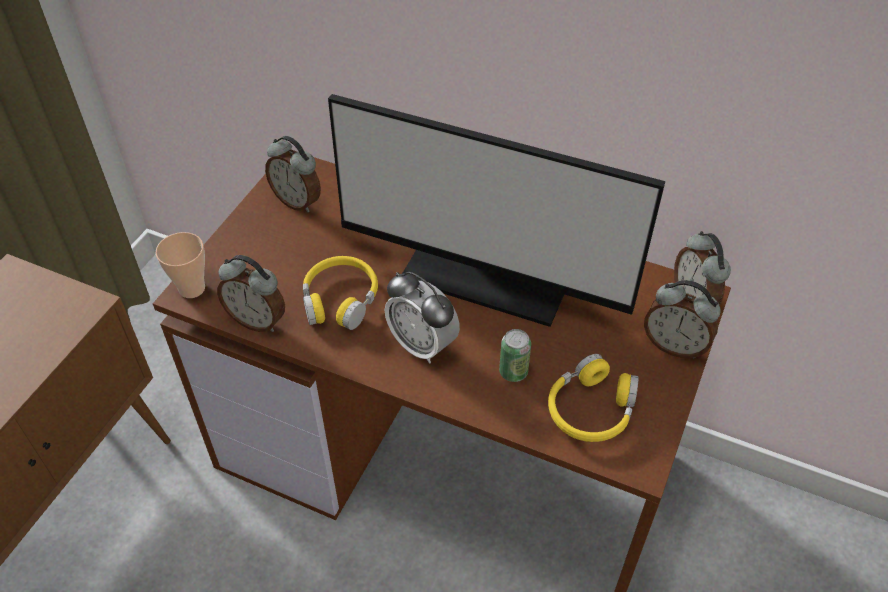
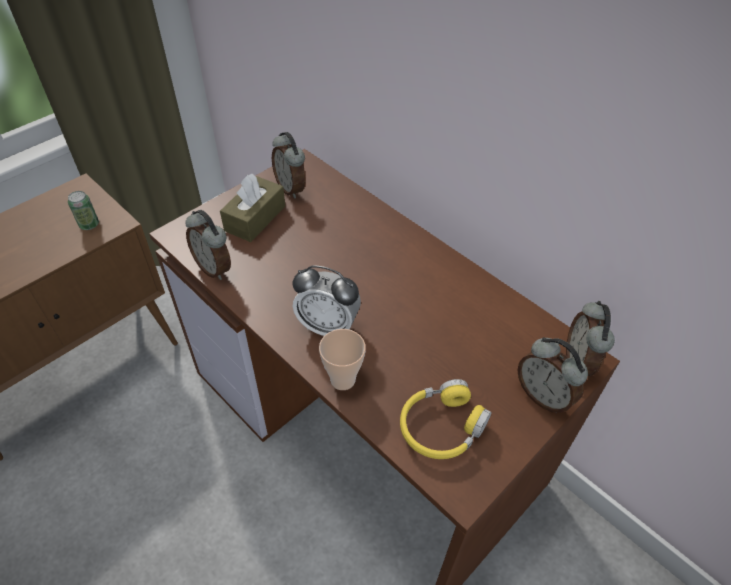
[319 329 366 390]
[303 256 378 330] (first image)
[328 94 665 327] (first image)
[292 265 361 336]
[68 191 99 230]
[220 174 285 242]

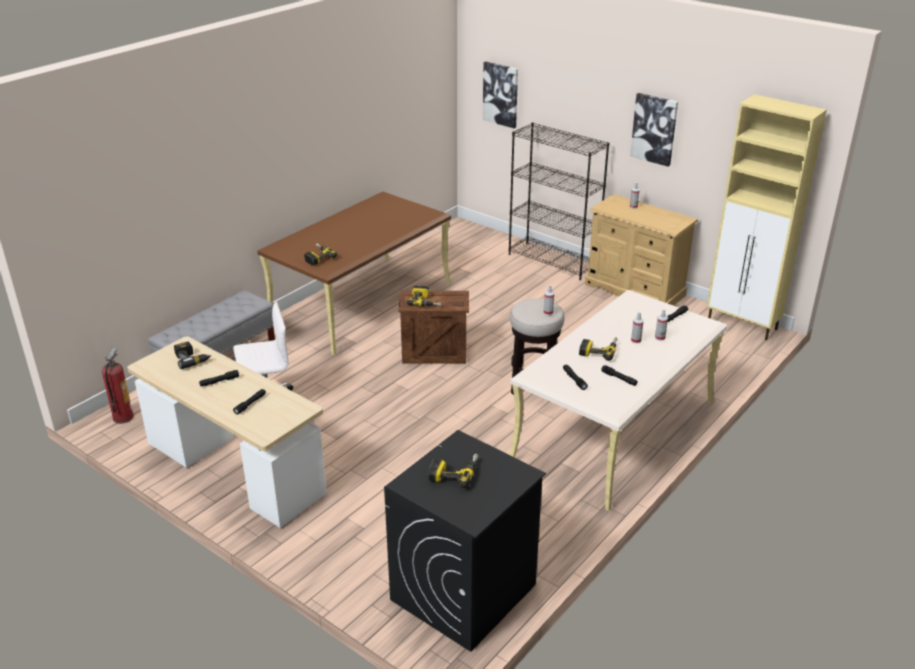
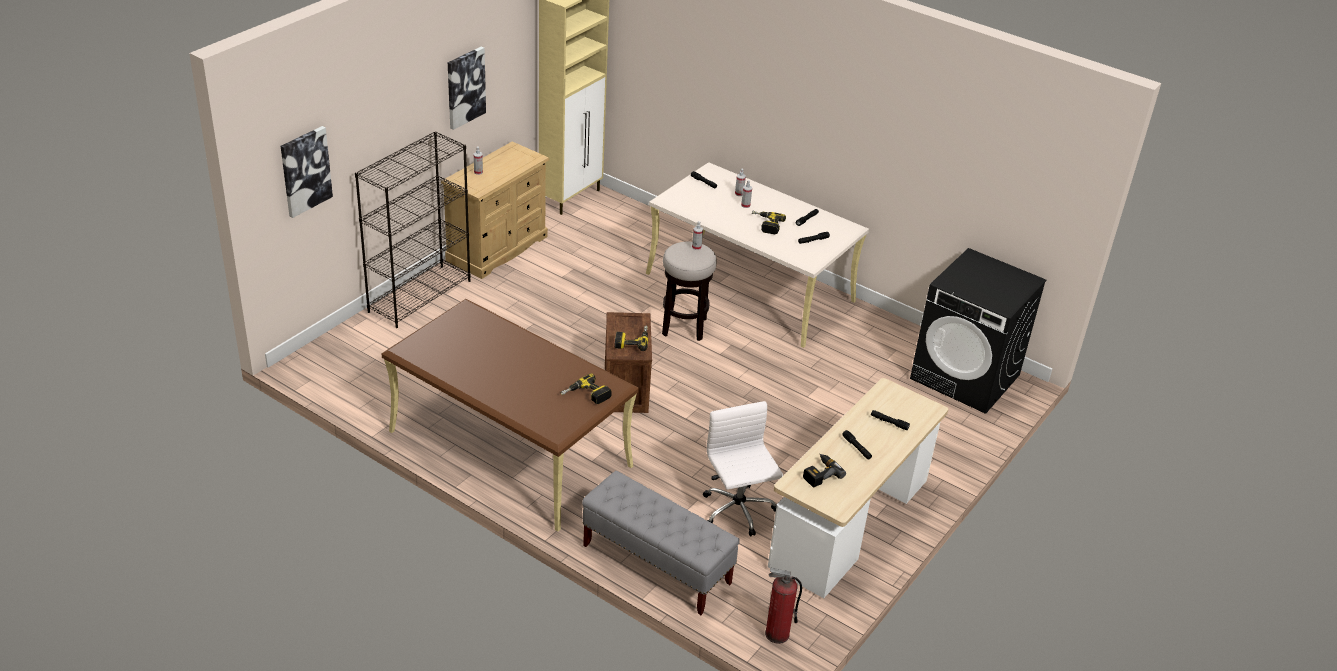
[428 454 478 488] (first image)

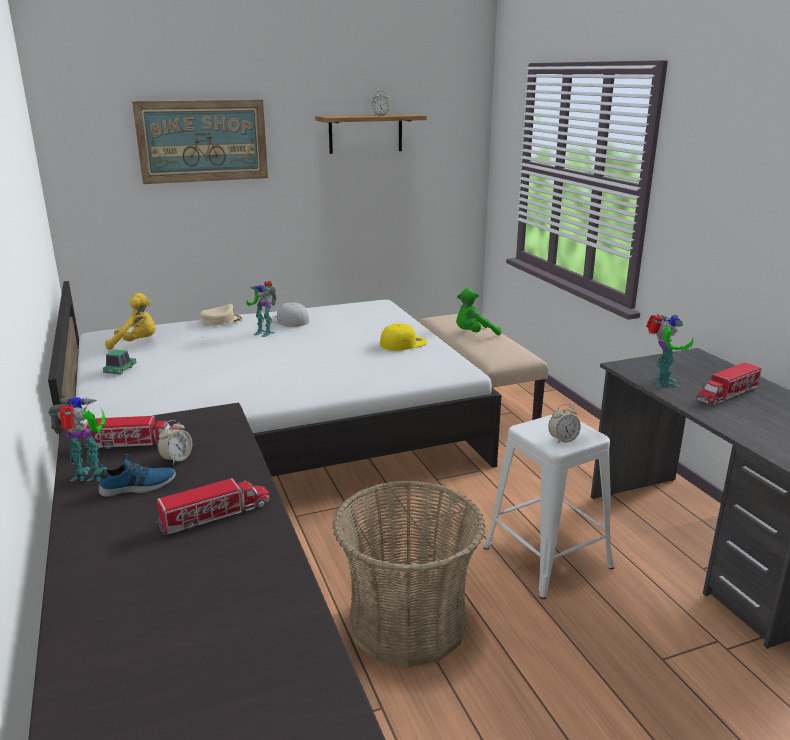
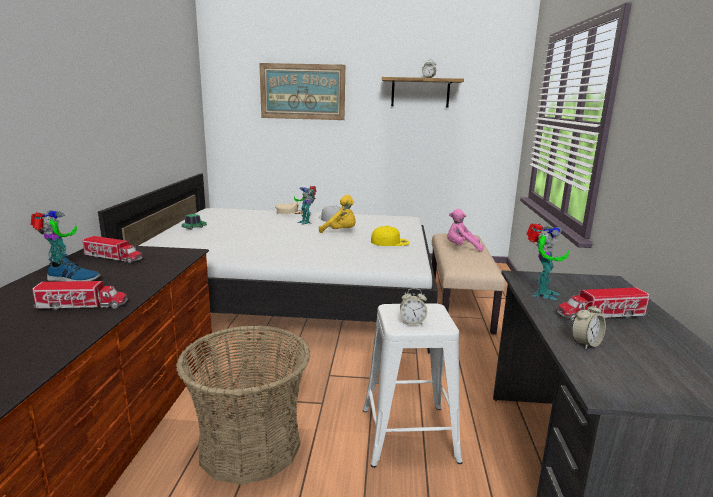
[319 195 356 233]
[572 301 606 350]
[447 209 484 251]

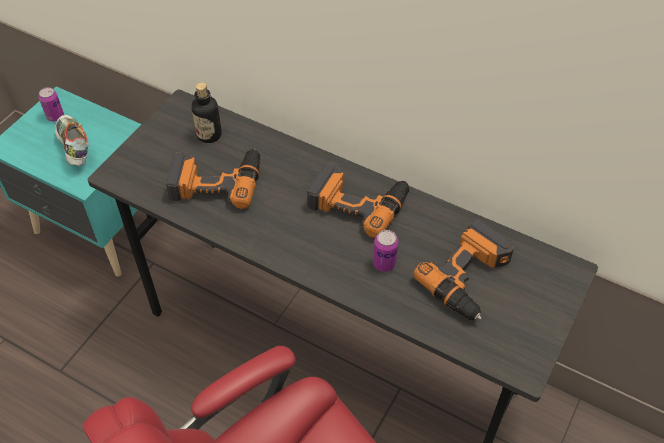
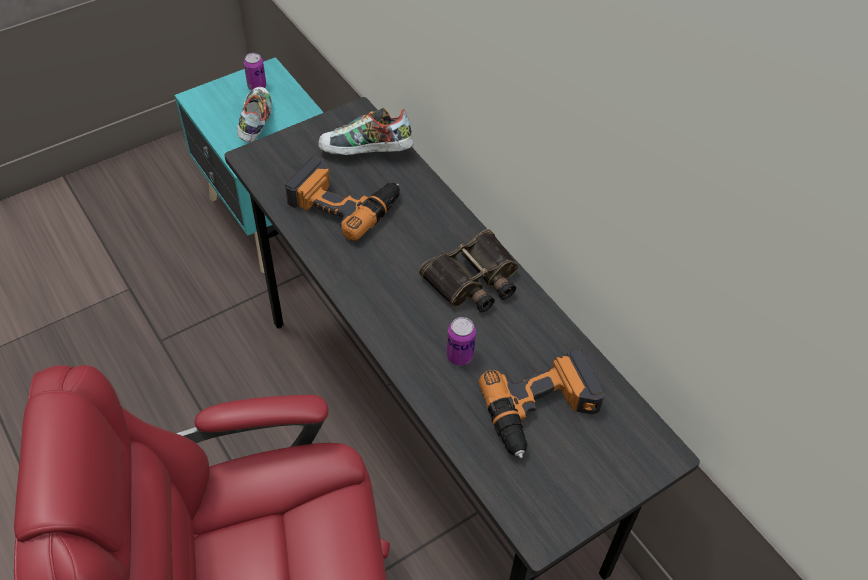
[318 108 414 155]
[419 229 518 312]

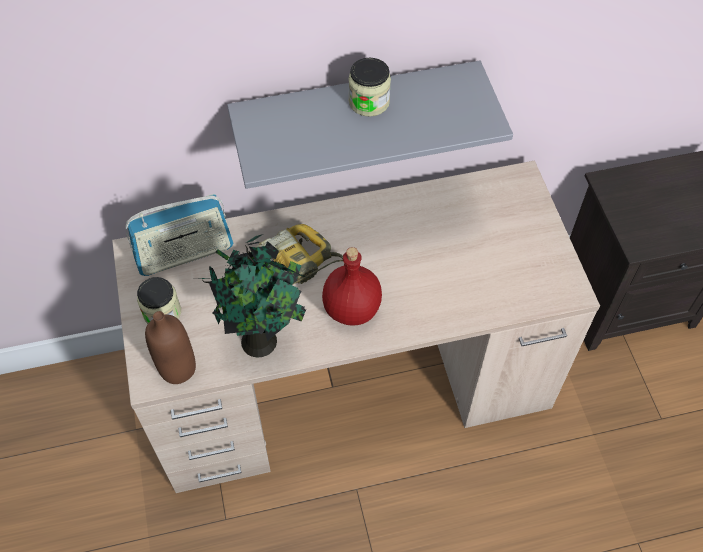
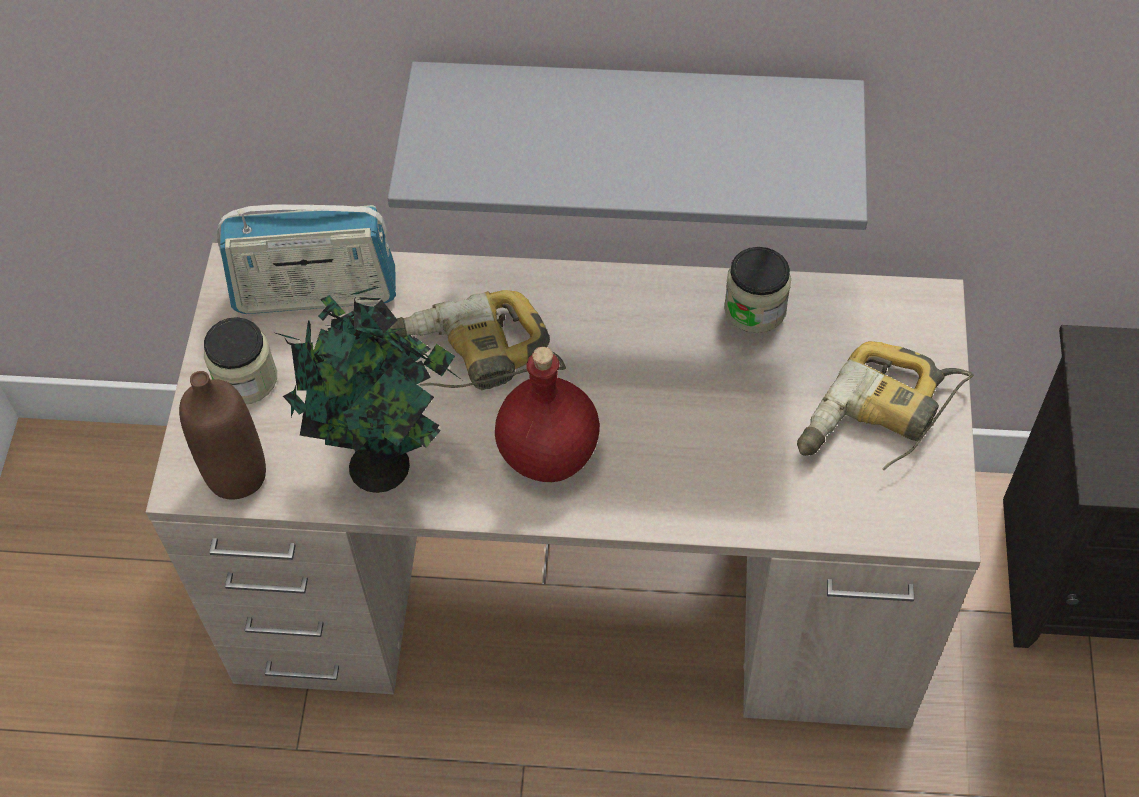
[724 247 791 333]
[797 341 974 470]

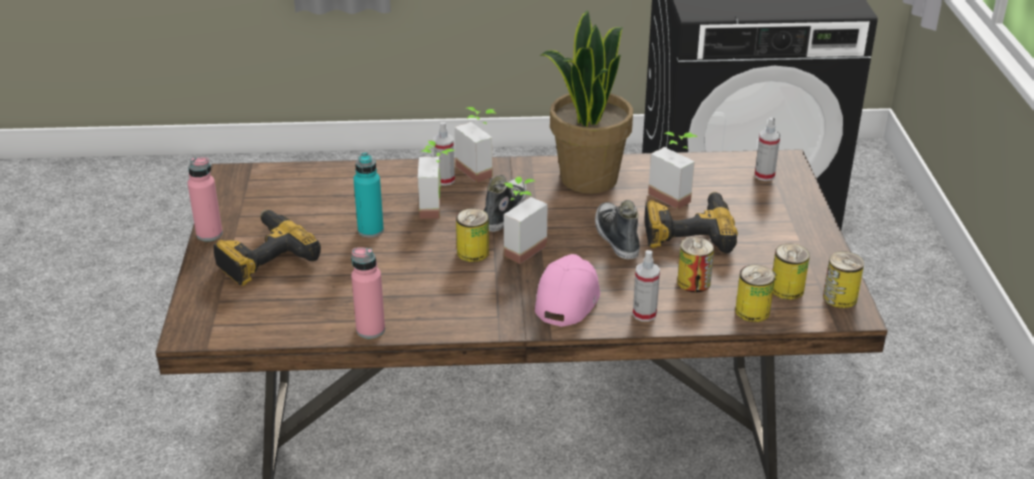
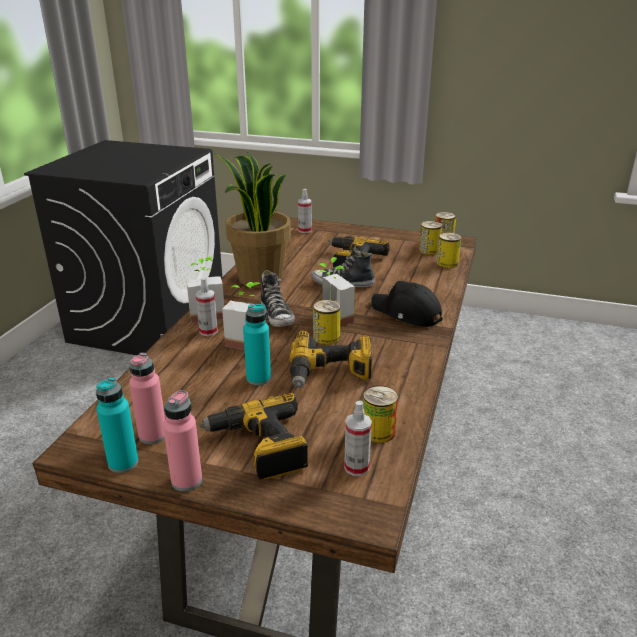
[129 353 165 444]
[260 270 295 327]
[371 281 443 327]
[344 400 372 476]
[648 132 697 209] (first image)
[363 385 398 443]
[96 377 138 473]
[289 330 372 388]

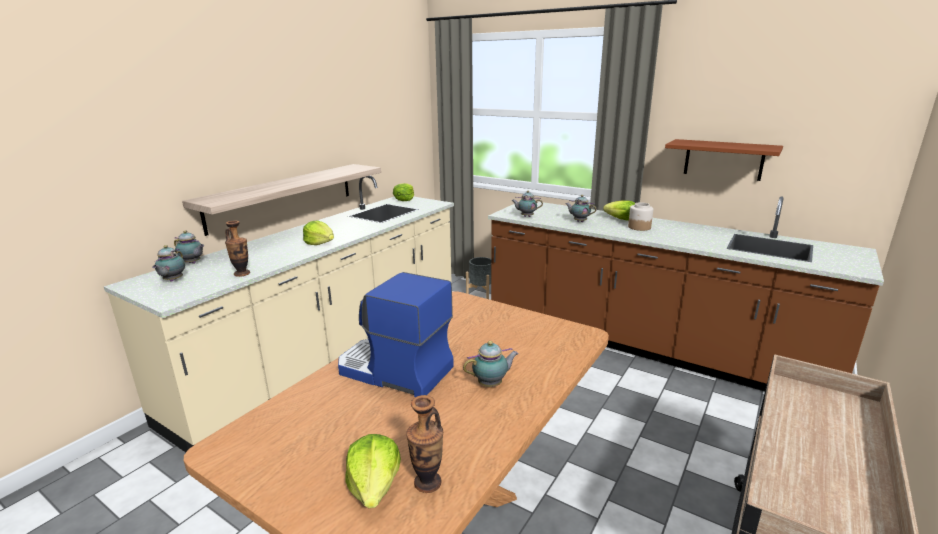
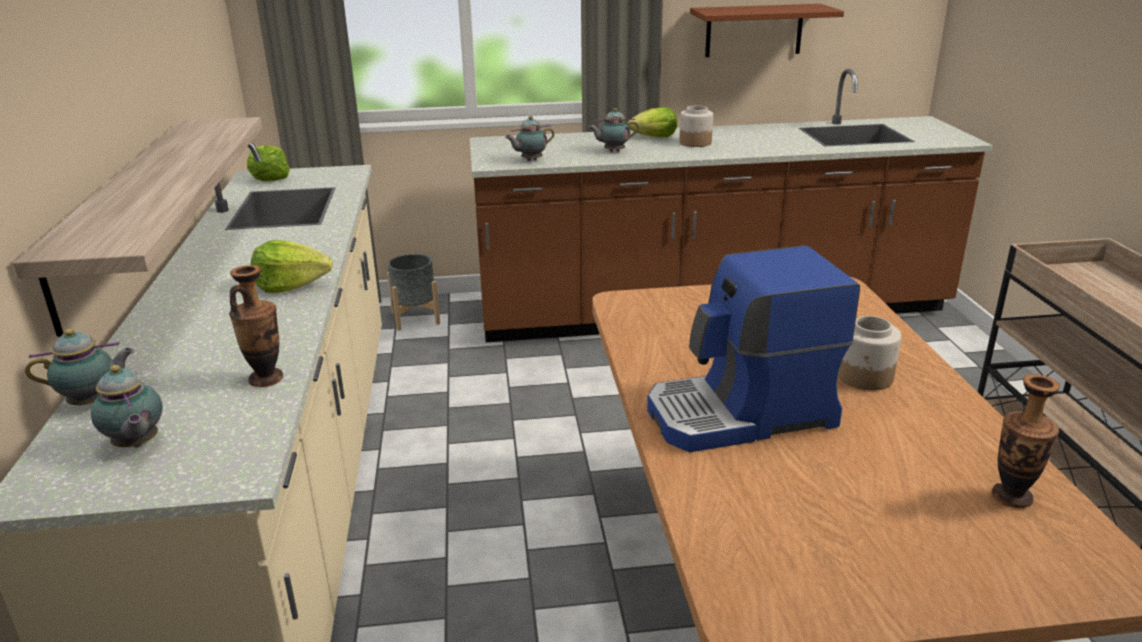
[345 434 401 508] (first image)
[838 316 901 390]

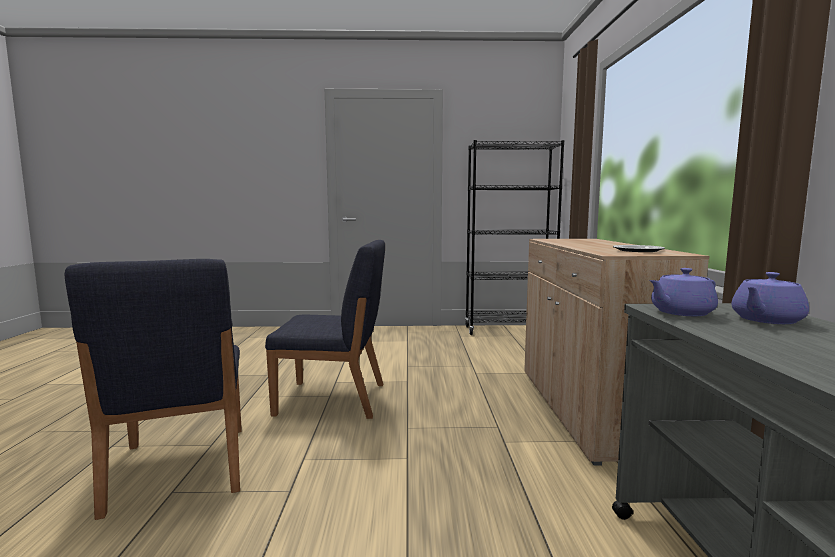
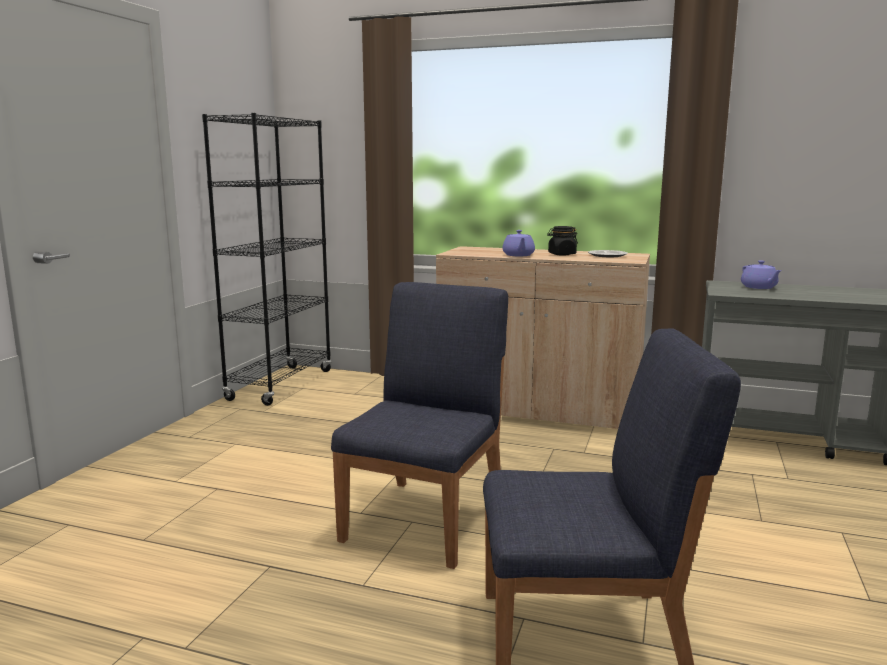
[502 230 535 256]
[547 226 578 255]

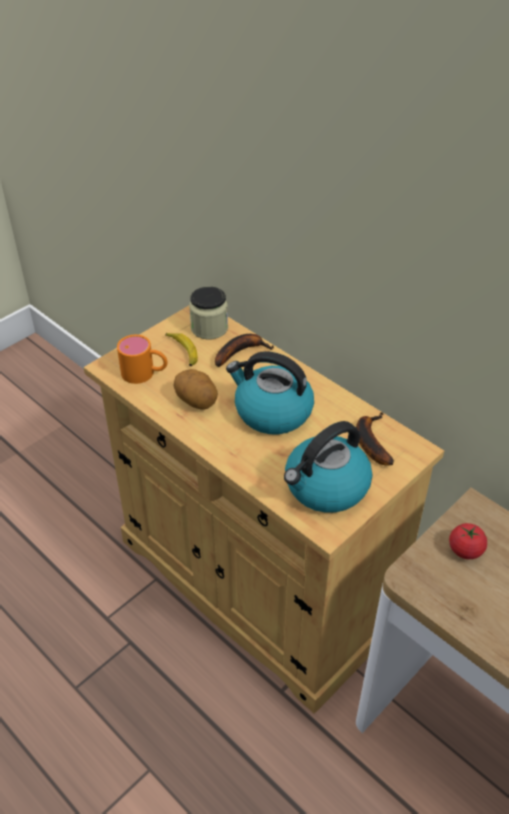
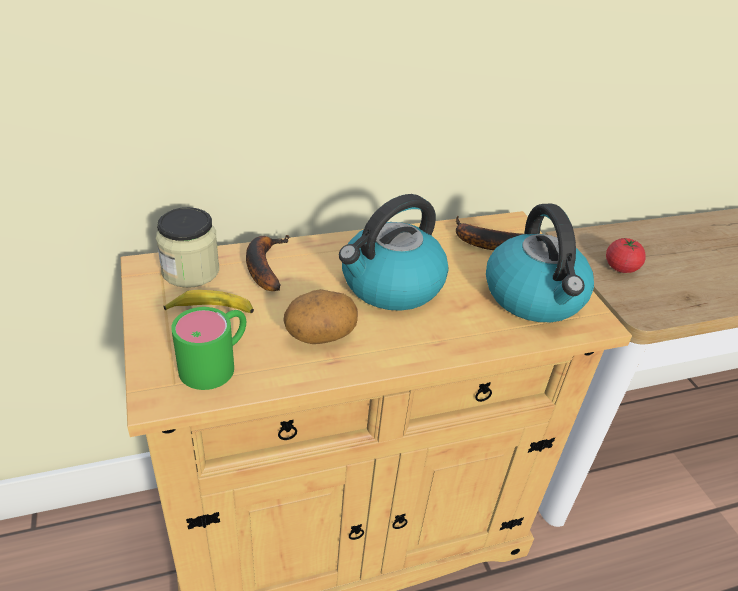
[171 307 246 390]

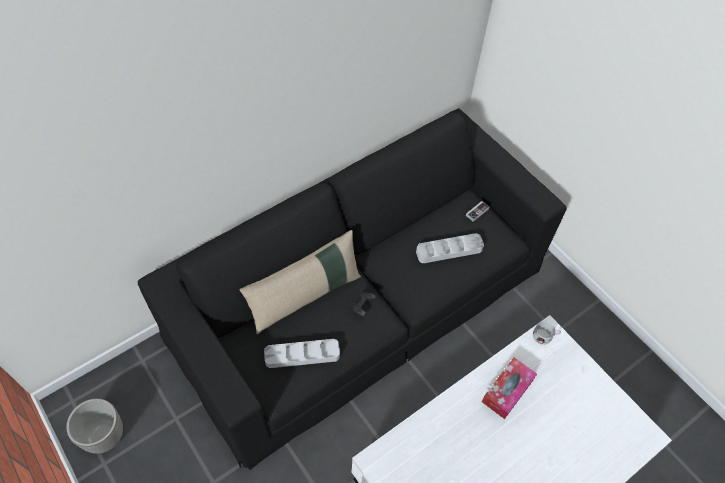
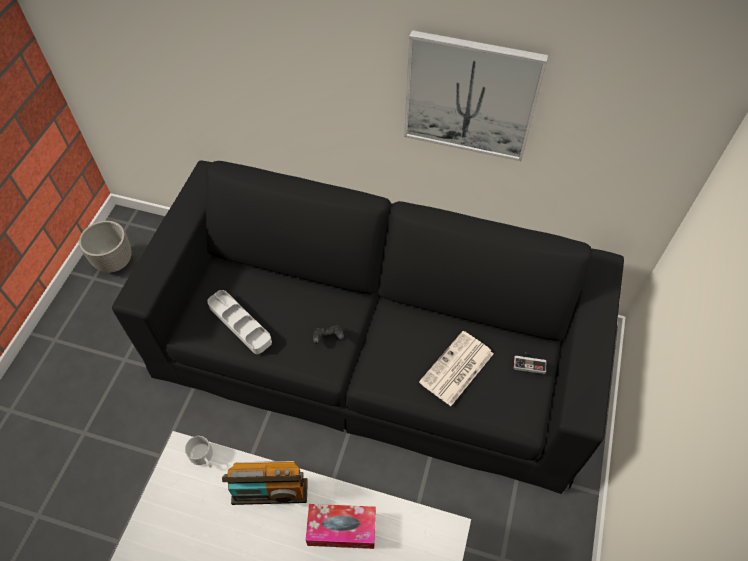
[240 230 361 334] (first image)
[419 331 494 406]
[185 436 213 468]
[222 461 308 505]
[404 30 548 161]

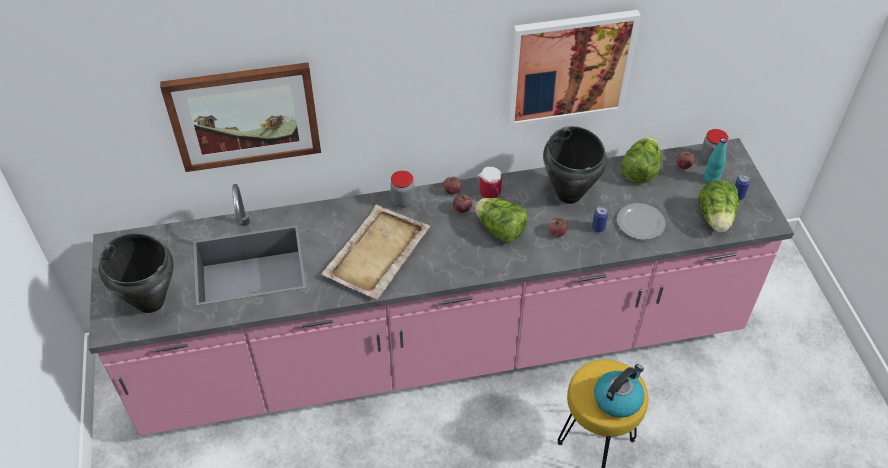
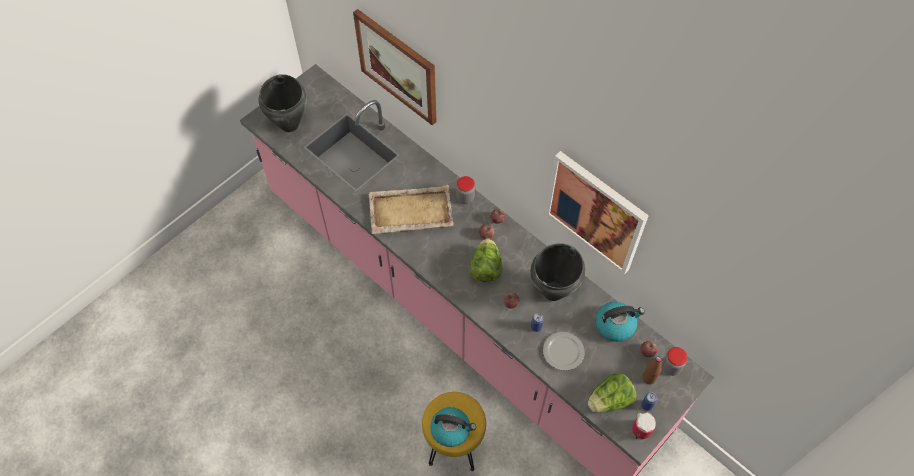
[632 412 656 439]
[595 302 645 342]
[642 356 662 384]

